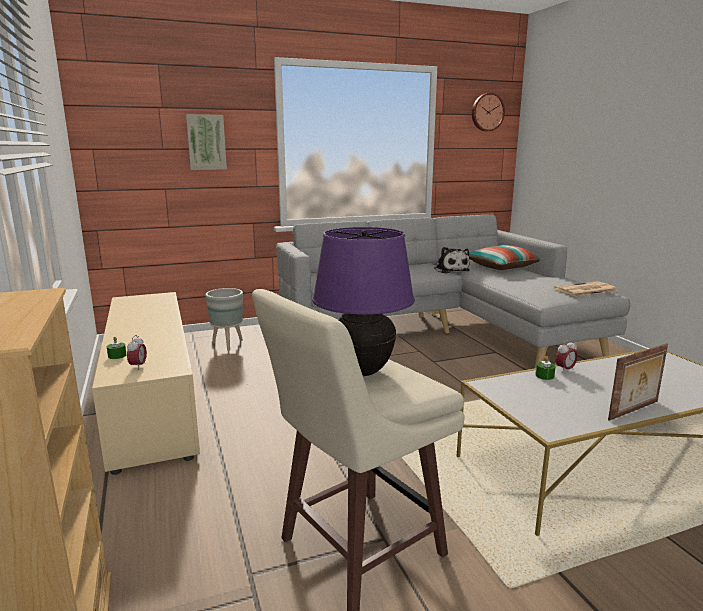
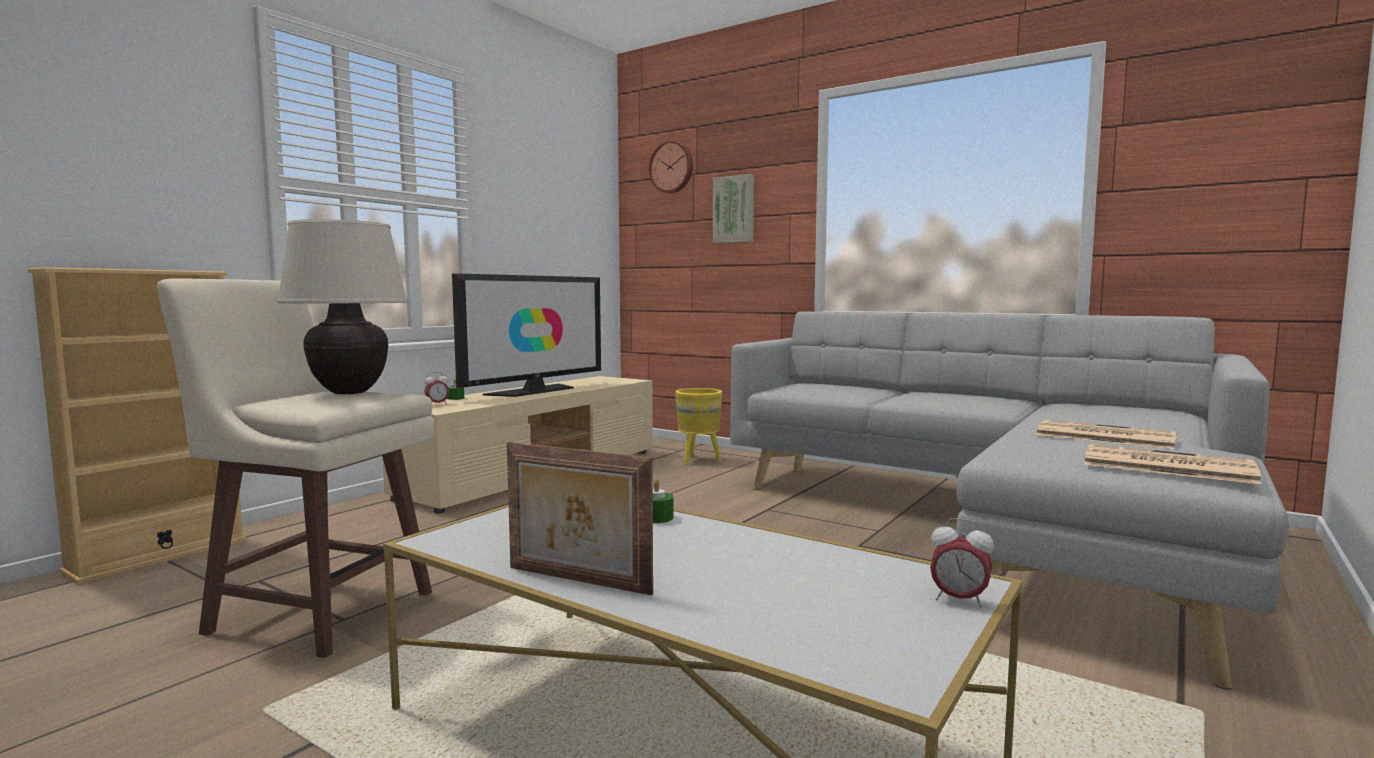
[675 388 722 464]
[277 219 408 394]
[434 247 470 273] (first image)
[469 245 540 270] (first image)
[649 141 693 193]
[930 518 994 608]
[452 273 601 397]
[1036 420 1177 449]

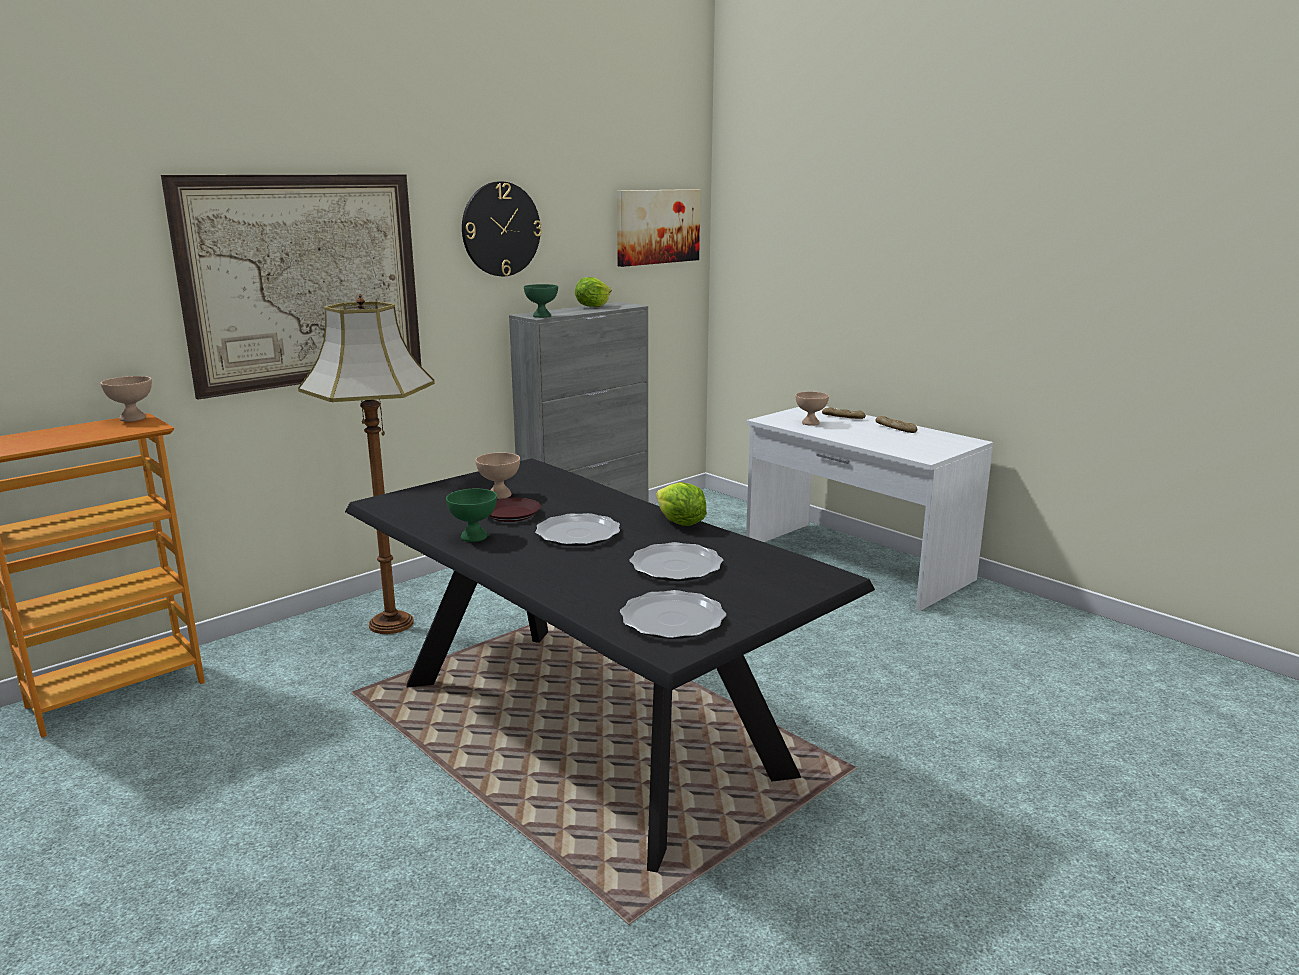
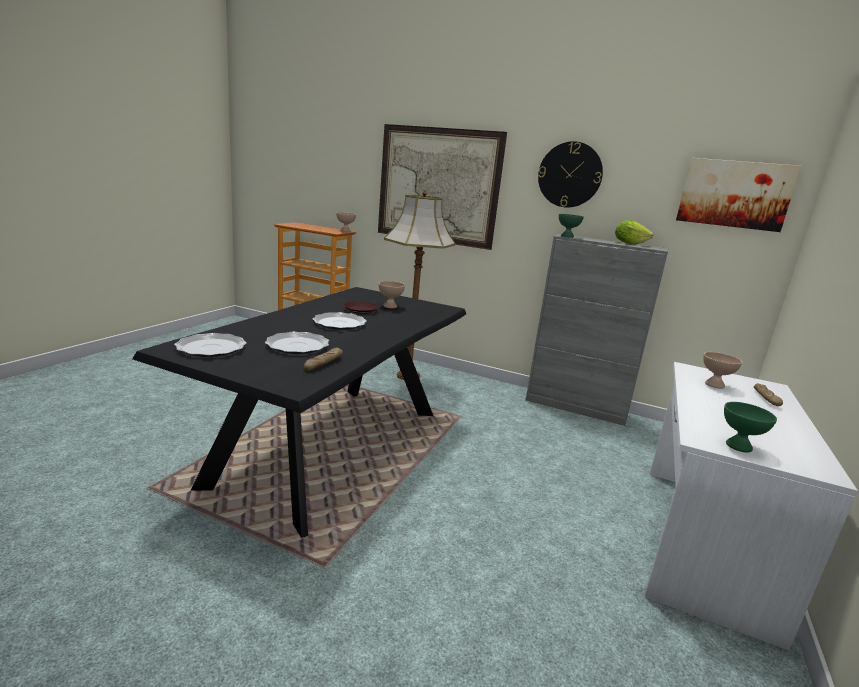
[724 402 777 453]
[656 482 707 526] (first image)
[304 347 343 371]

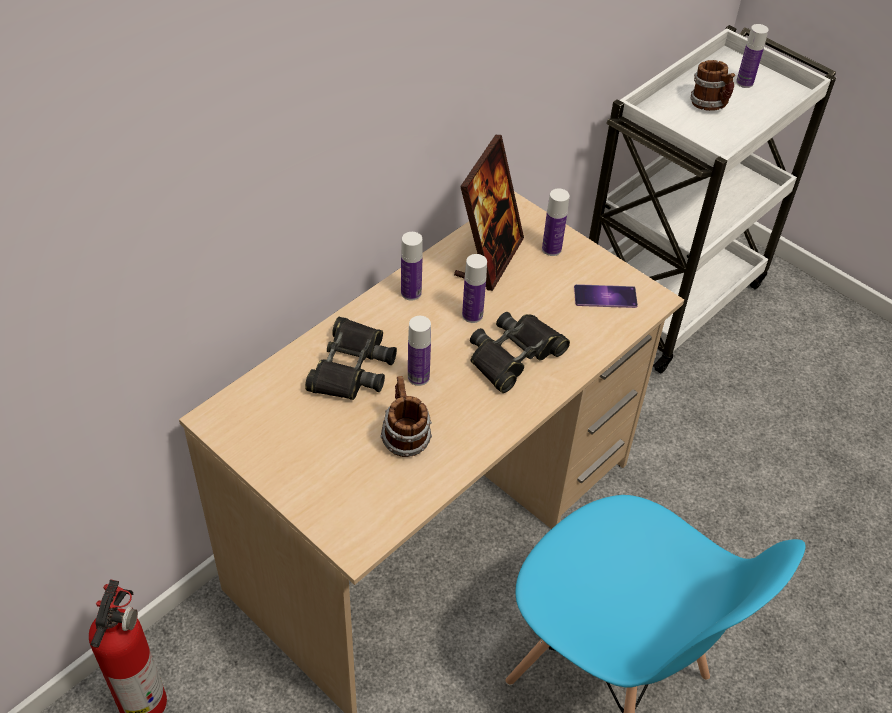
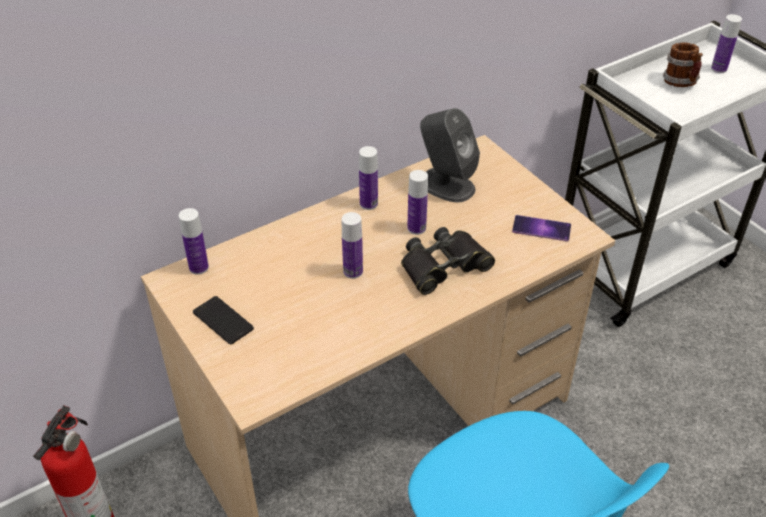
[305 317 397 400] (first image)
[380 376 432 457] (first image)
[420 108 480 203]
[179 208 209 275]
[193 296 254 344]

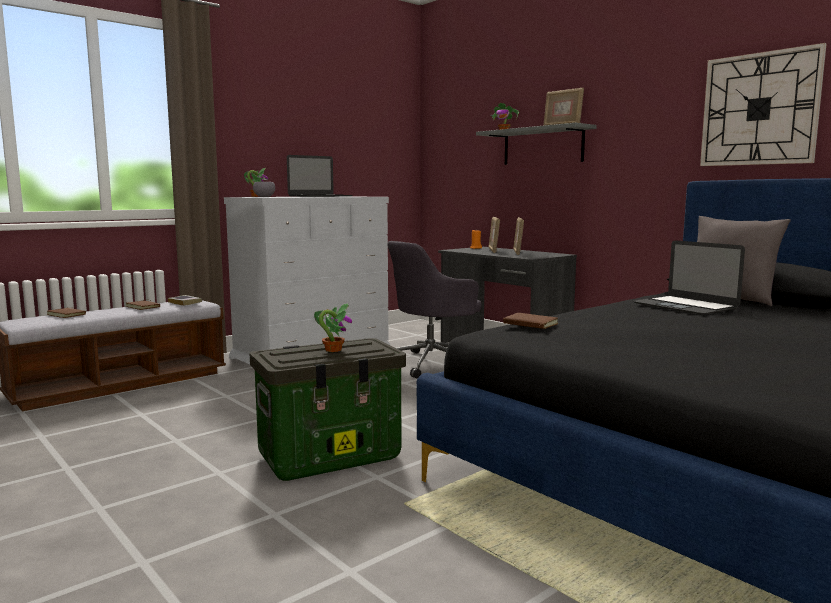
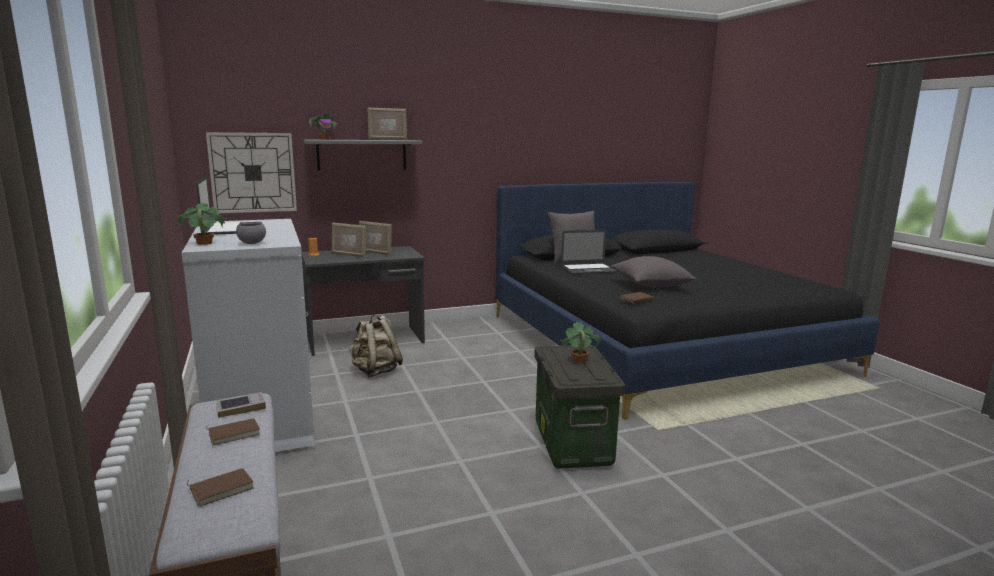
[349 315 403 377]
[206 132 297 213]
[611 256 696 288]

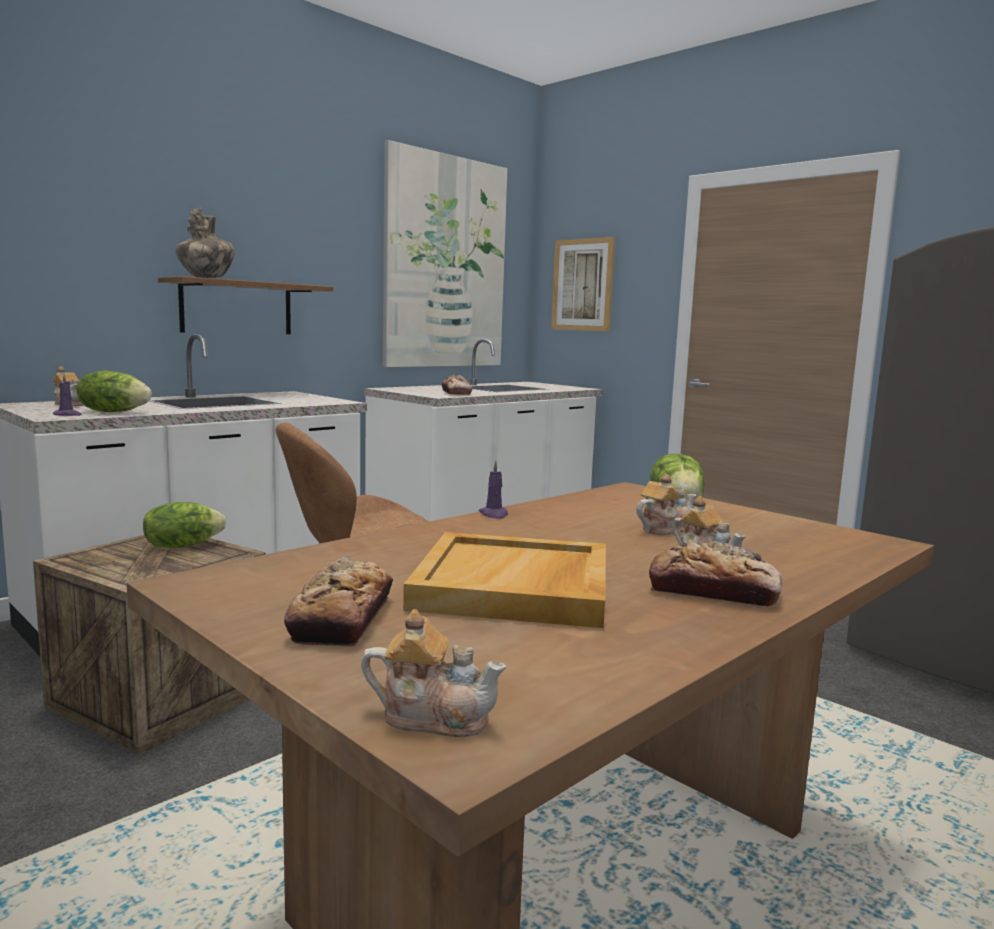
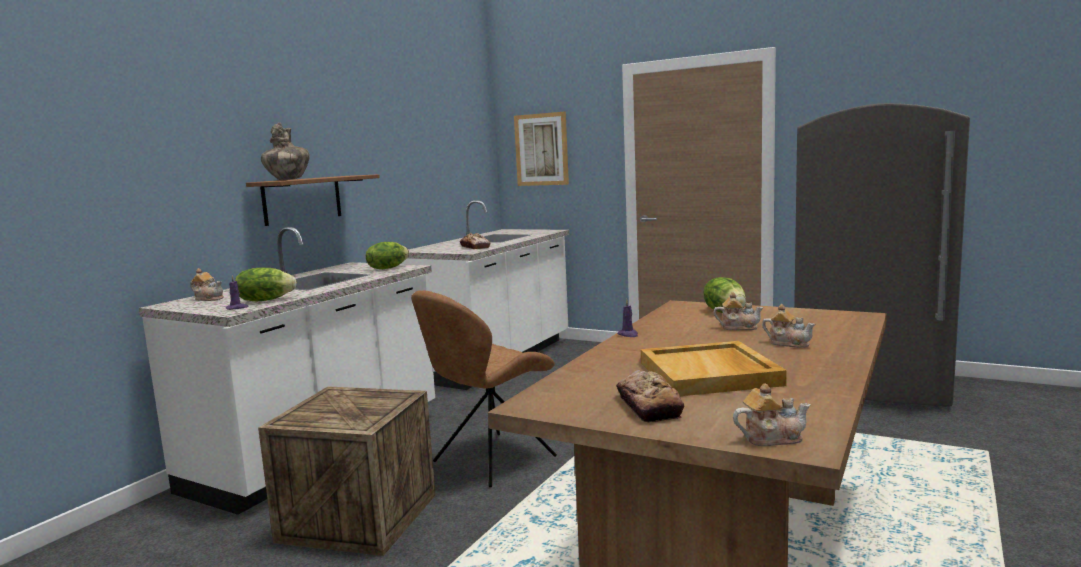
[366 242 409 269]
[383 140 507 367] (first image)
[714 292 764 330]
[649 542 782 607] (first image)

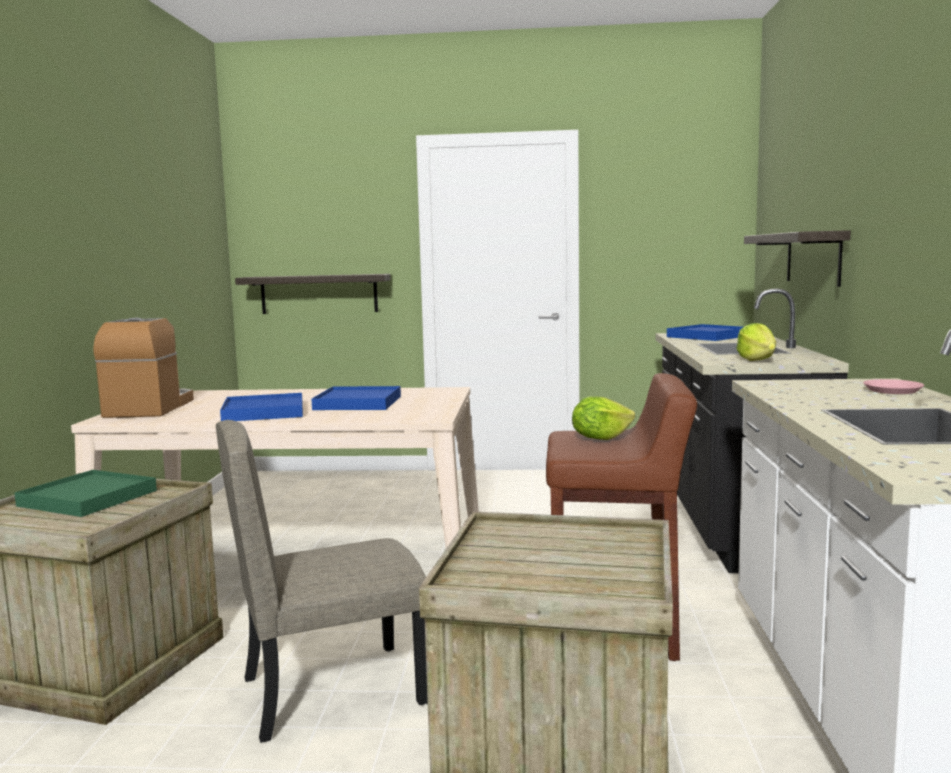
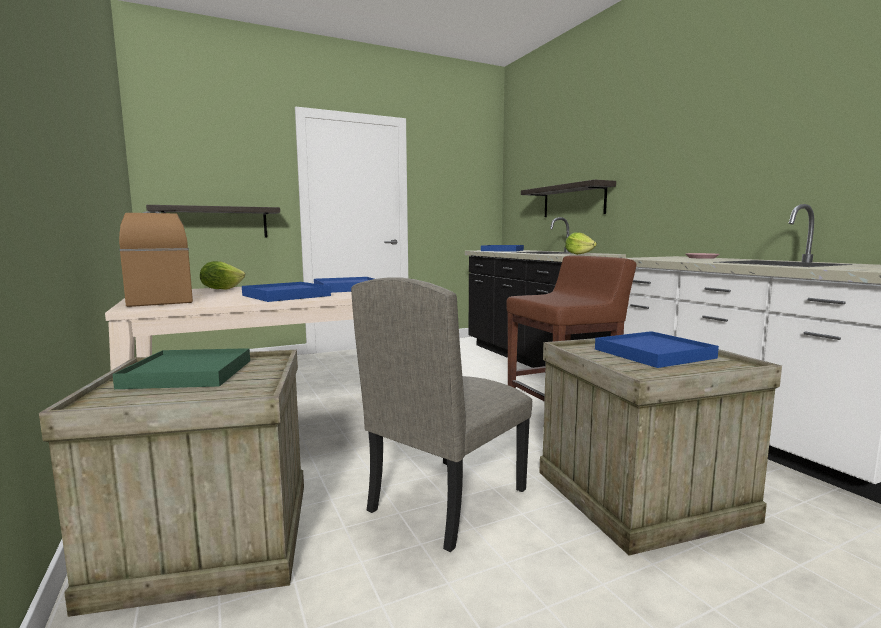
[200 261 245 290]
[595 331 719 368]

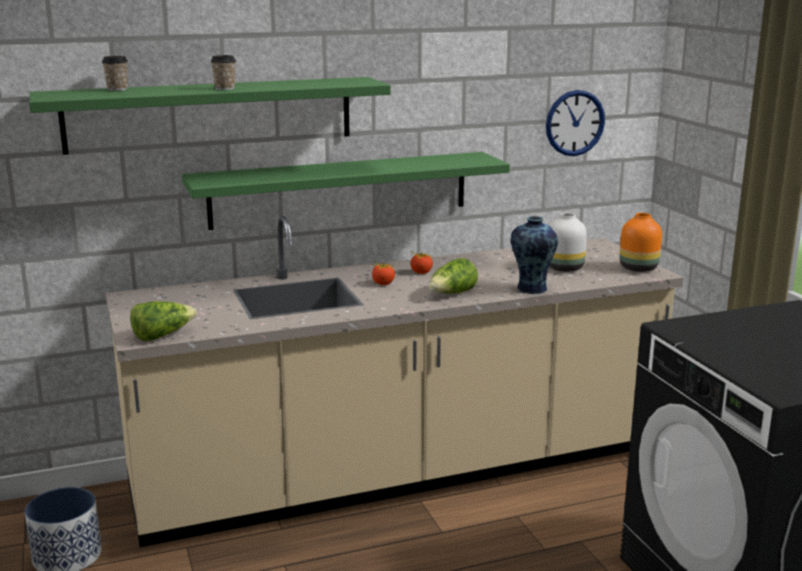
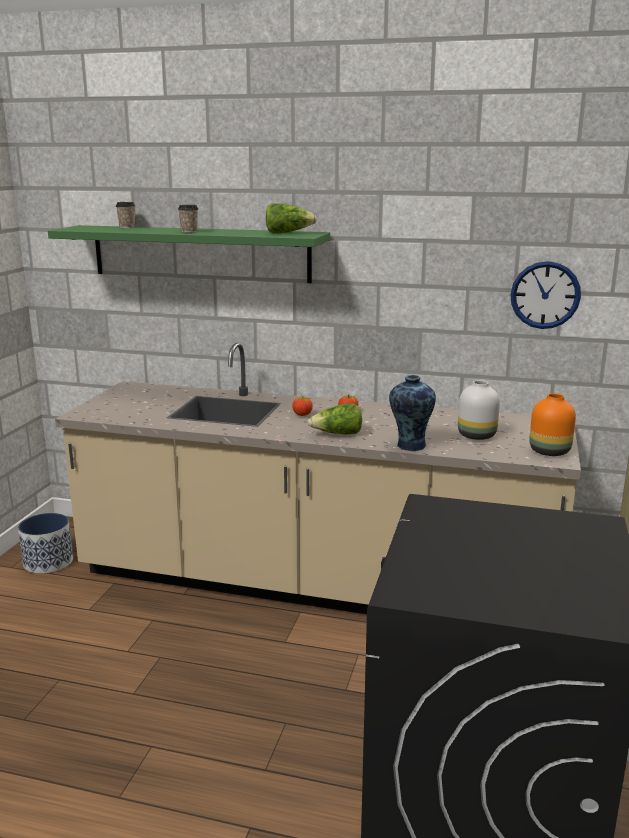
[266 203 317 233]
[182 152 510 230] (first image)

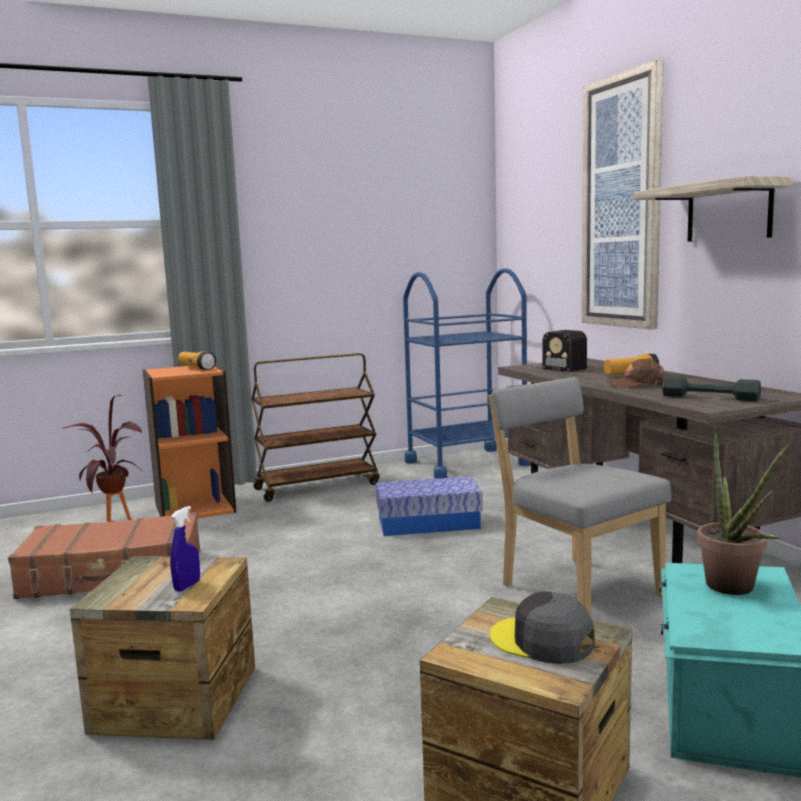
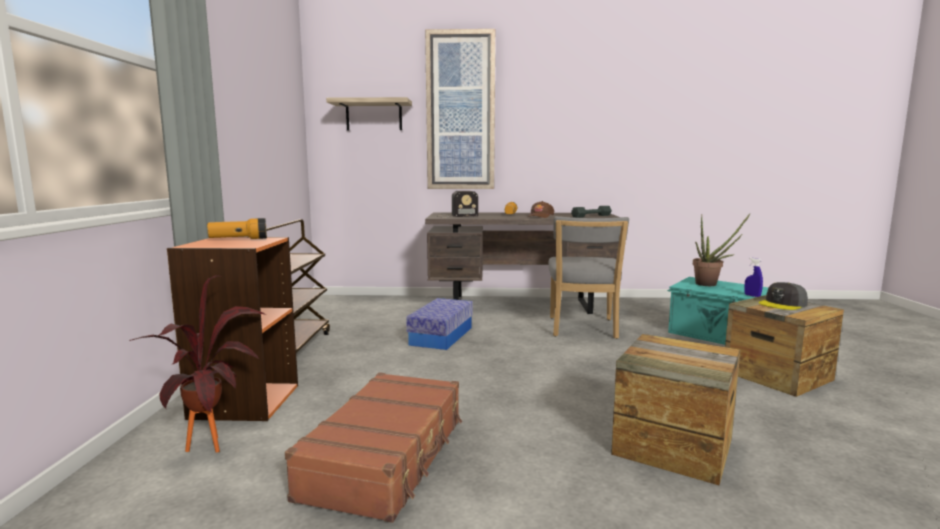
[744 258 763 297]
[403 268 531 479] (first image)
[548 216 629 339]
[326 97 412 130]

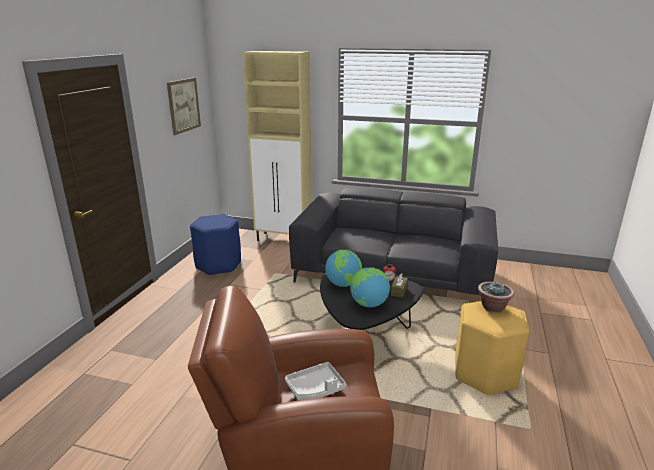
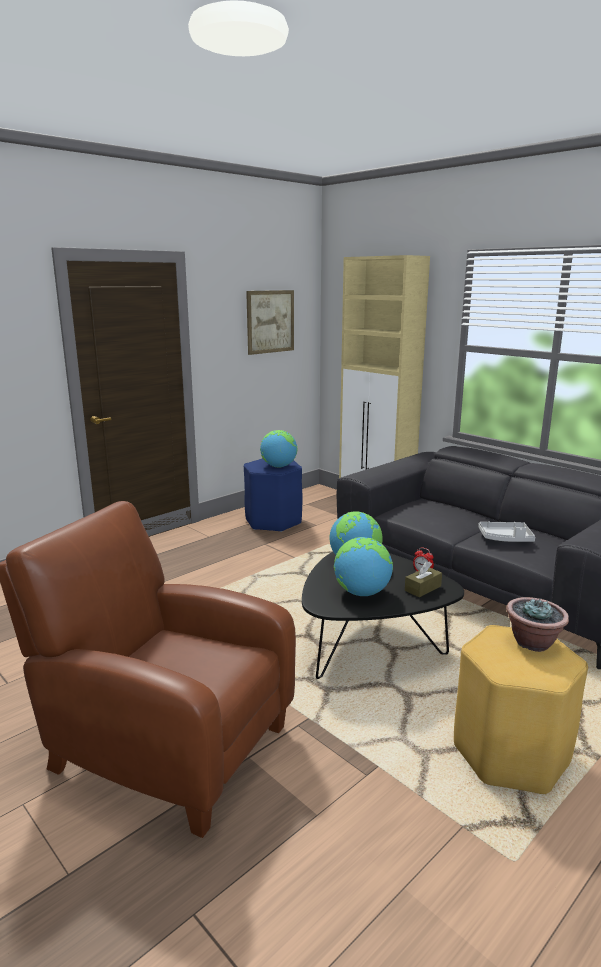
[478 521 535 542]
[260 430 297 468]

